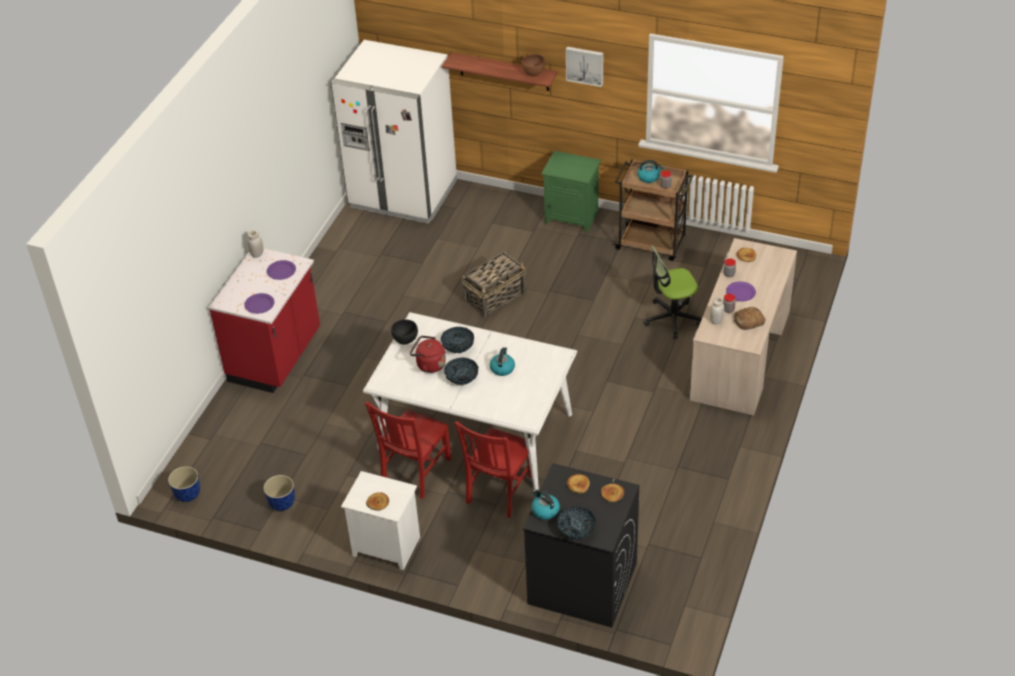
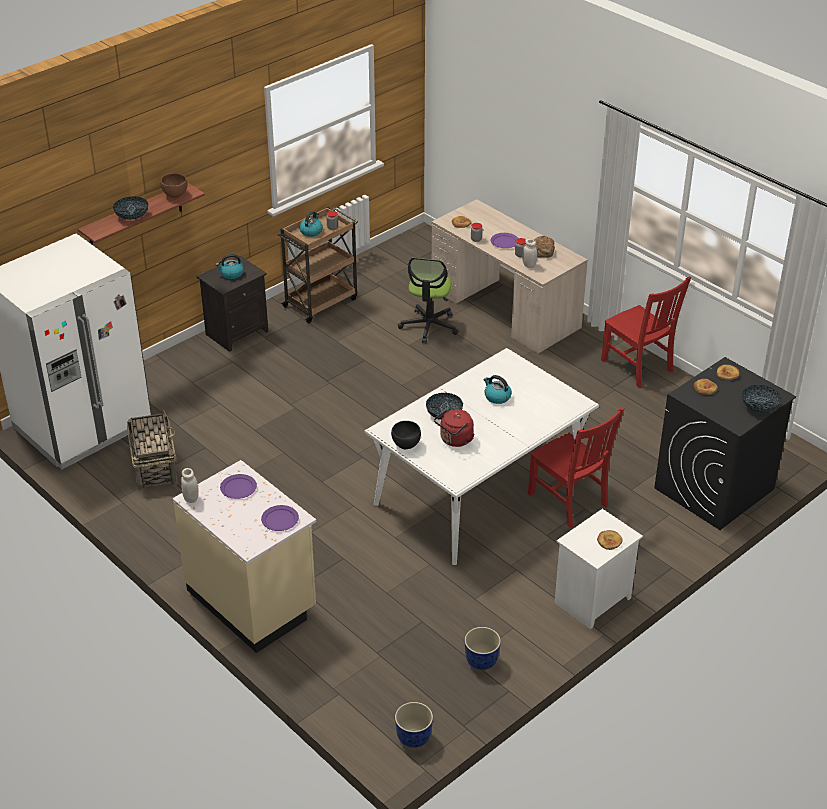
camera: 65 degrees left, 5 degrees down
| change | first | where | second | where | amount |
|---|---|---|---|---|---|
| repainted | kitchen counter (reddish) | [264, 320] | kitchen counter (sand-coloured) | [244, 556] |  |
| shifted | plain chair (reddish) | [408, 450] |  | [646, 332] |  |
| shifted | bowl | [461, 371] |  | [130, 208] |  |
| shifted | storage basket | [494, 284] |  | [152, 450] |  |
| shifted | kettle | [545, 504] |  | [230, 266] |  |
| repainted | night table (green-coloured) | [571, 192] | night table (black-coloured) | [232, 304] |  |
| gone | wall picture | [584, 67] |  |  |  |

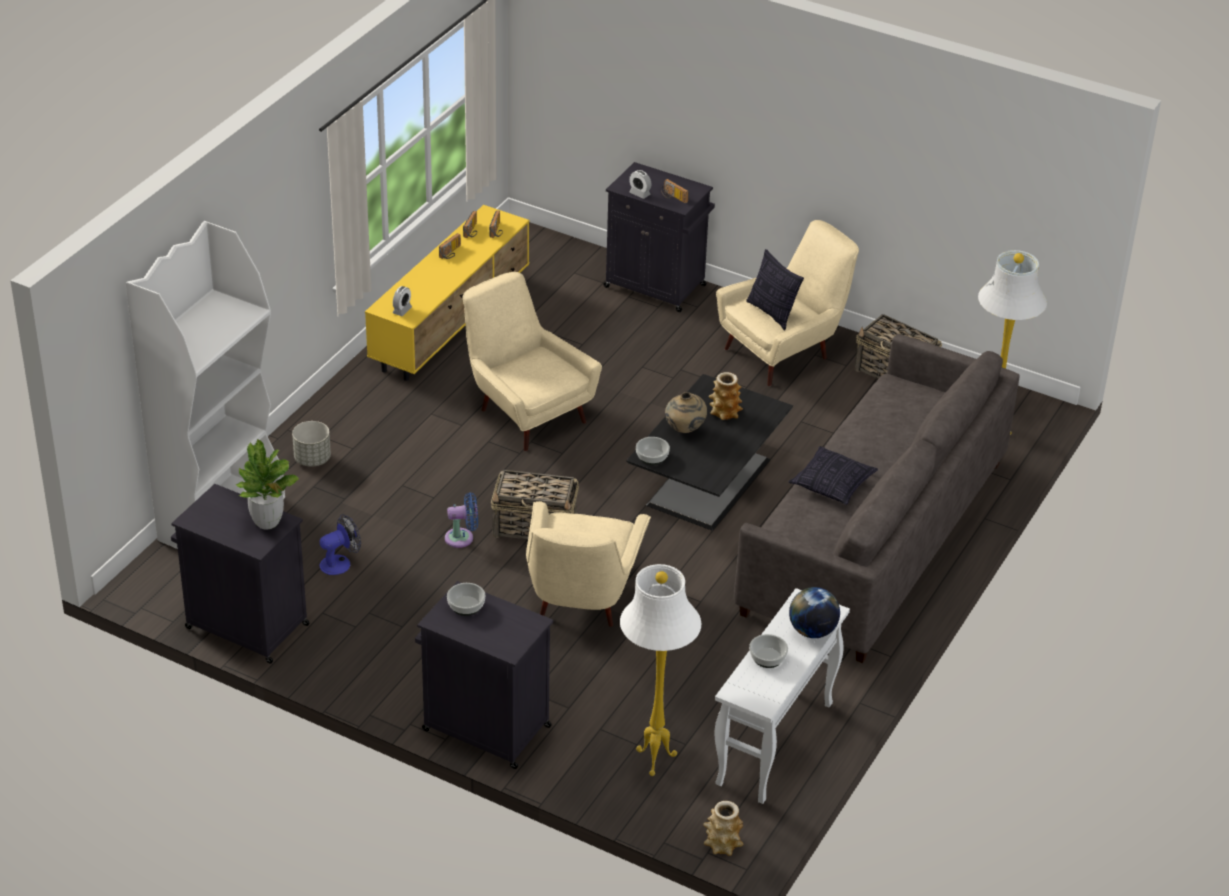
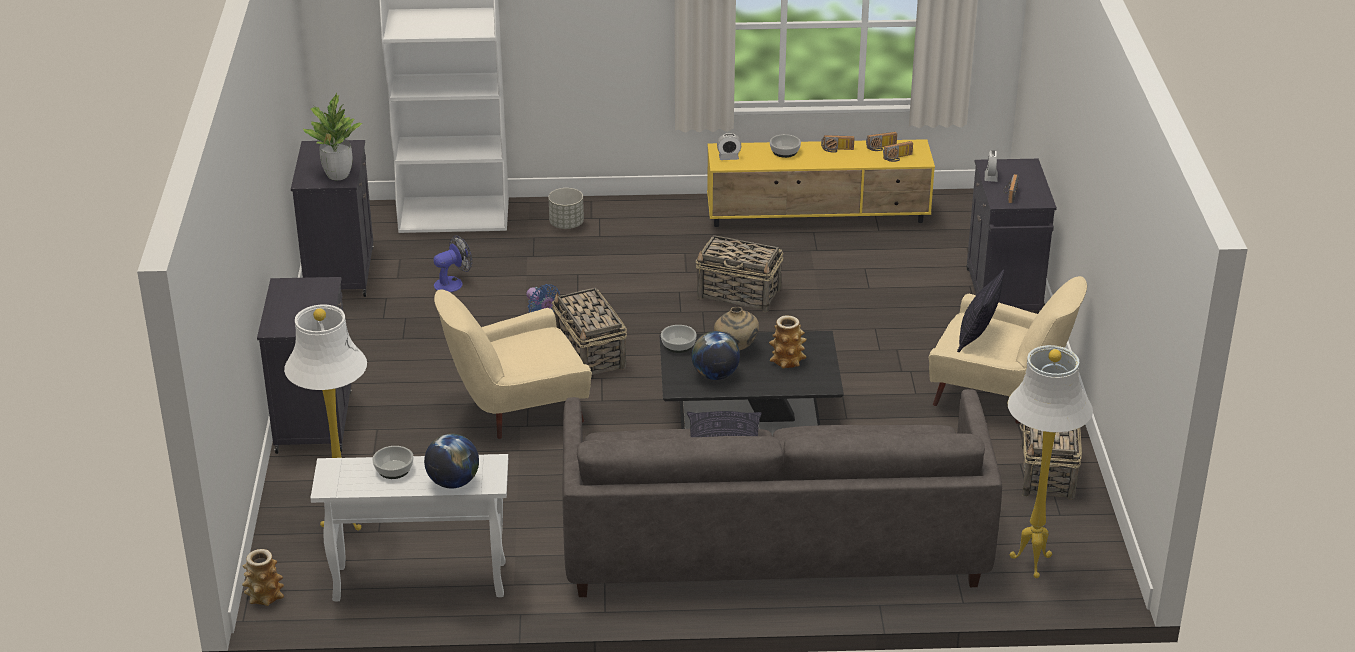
camera: 60 degrees right, 5 degrees down
| change | first | where | second | where | amount |
|---|---|---|---|---|---|
| rotated | fan | [340, 544] |  | [452, 263] | 60 degrees counterclockwise |
| shifted | bowl | [466, 599] |  | [785, 146] |  |
| swapped | lounge chair (sand-coloured) | [532, 361] | storage basket | [739, 273] |  |
| new |  |  | world globe | [715, 355] |  |

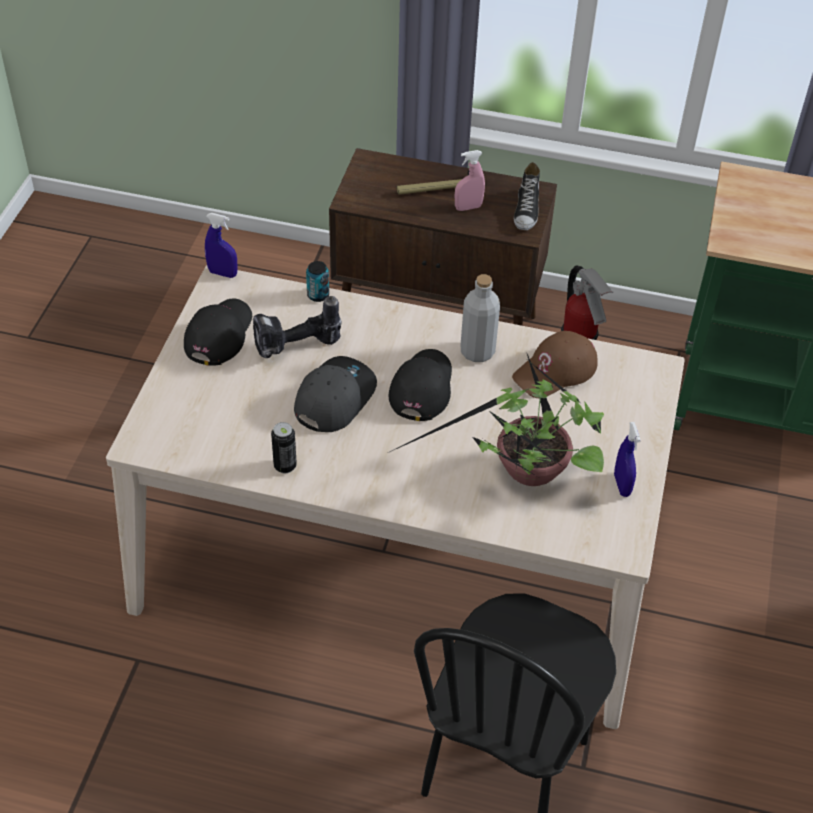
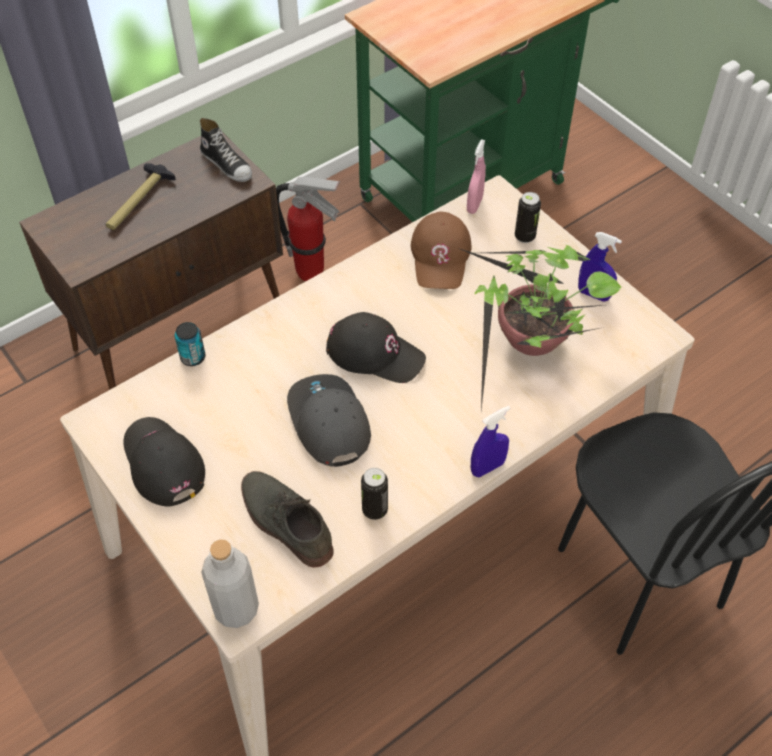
camera: 50 degrees left, 5 degrees up
| change | first | where | second | where | amount |
|---|---|---|---|---|---|
| shifted | sprayer (bluish) | [221, 245] |  | [490, 441] |  |
| gone | electric drill | [297, 327] |  |  |  |
| rotated | peaked cap (black-coloured) | [420, 385] |  | [376, 347] | 150 degrees clockwise |
| shifted | sprayer (pink) | [470, 180] |  | [476, 176] |  |
| shifted | bottle (grey) | [480, 318] |  | [230, 583] |  |
| new |  |  | low shoe (grey) | [287, 519] |  |
| new |  |  | can | [528, 217] |  |

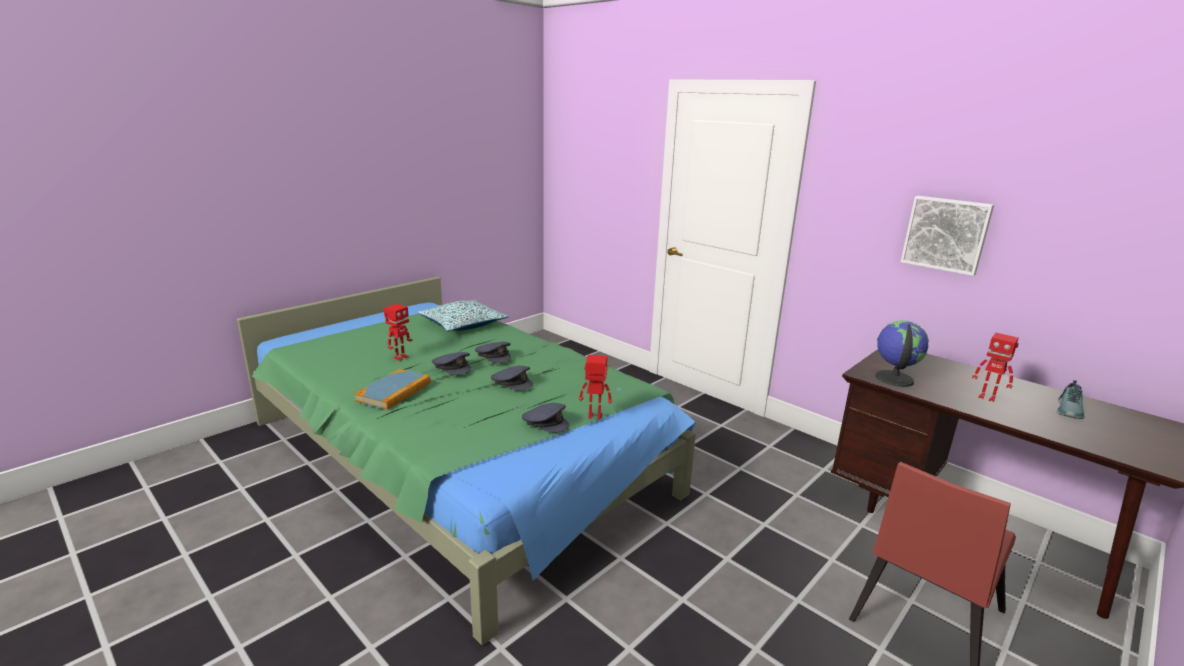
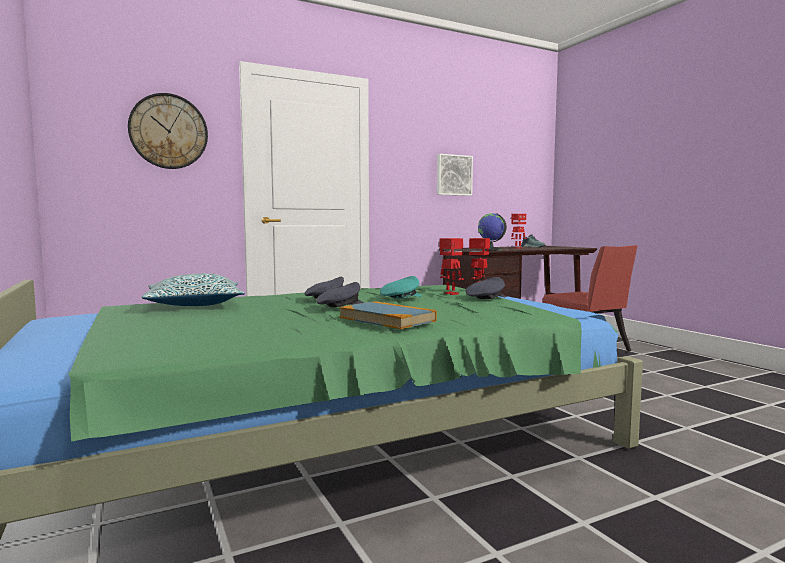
camera: 70 degrees left, 15 degrees down
| change | first | where | second | where | amount |
|---|---|---|---|---|---|
| shifted | robot figure | [398, 332] |  | [451, 266] |  |
| repainted | peaked cap (grey) | [512, 378] | peaked cap (turquoise-coloured) | [401, 287] |  |
| new |  |  | hanging clock | [168, 131] |  |

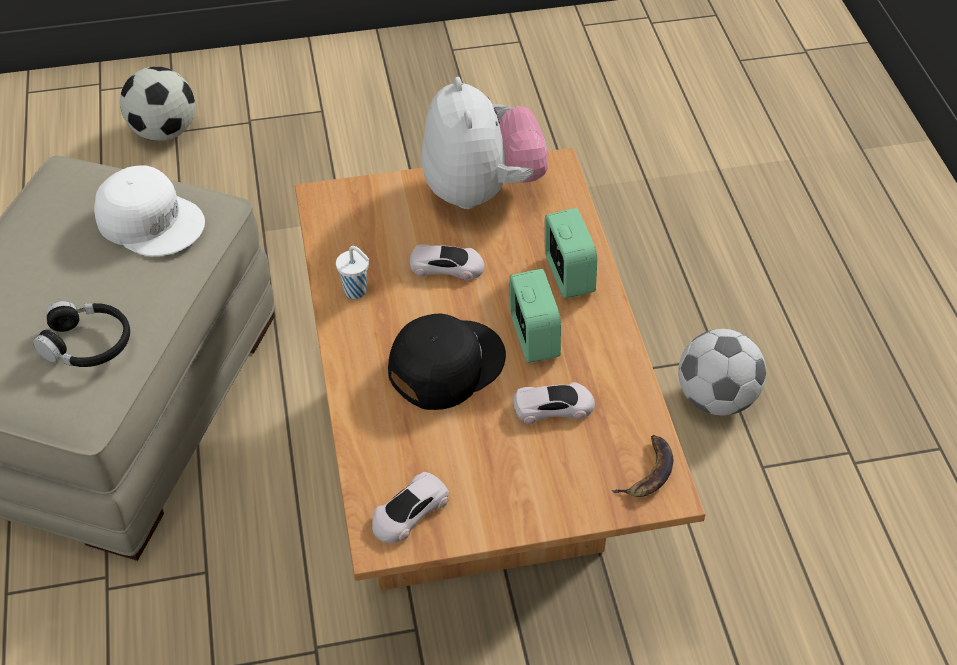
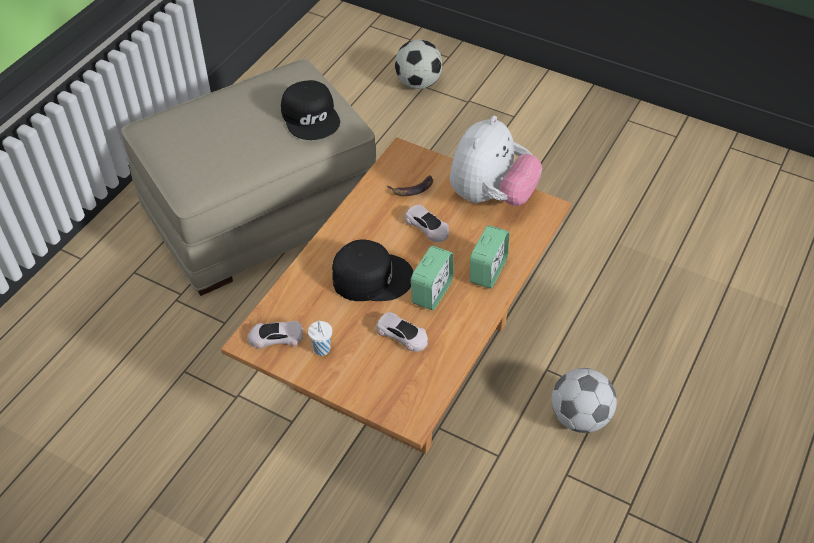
camera: 40 degrees right, 0 degrees up
| change | first | where | second | where | amount |
|---|---|---|---|---|---|
| gone | headset (black-coloured) | [81, 334] |  |  |  |
| repainted | peaked cap (whitish) | [149, 210] | peaked cap (black-coloured) | [310, 110] |  |
| shifted | drinking cup (whitish) | [352, 272] |  | [320, 338] |  |
| shifted | whole banana | [643, 466] |  | [410, 185] |  |

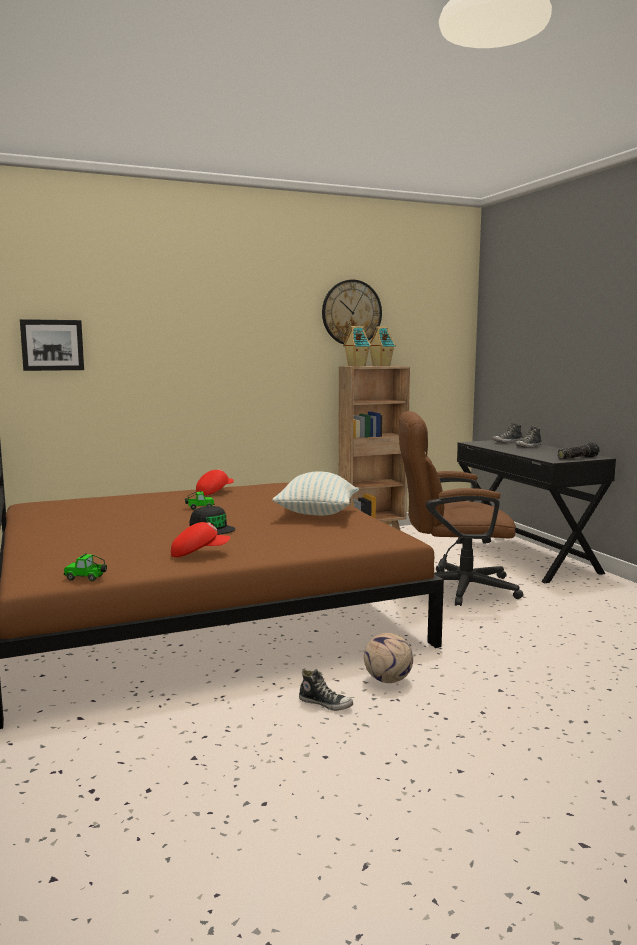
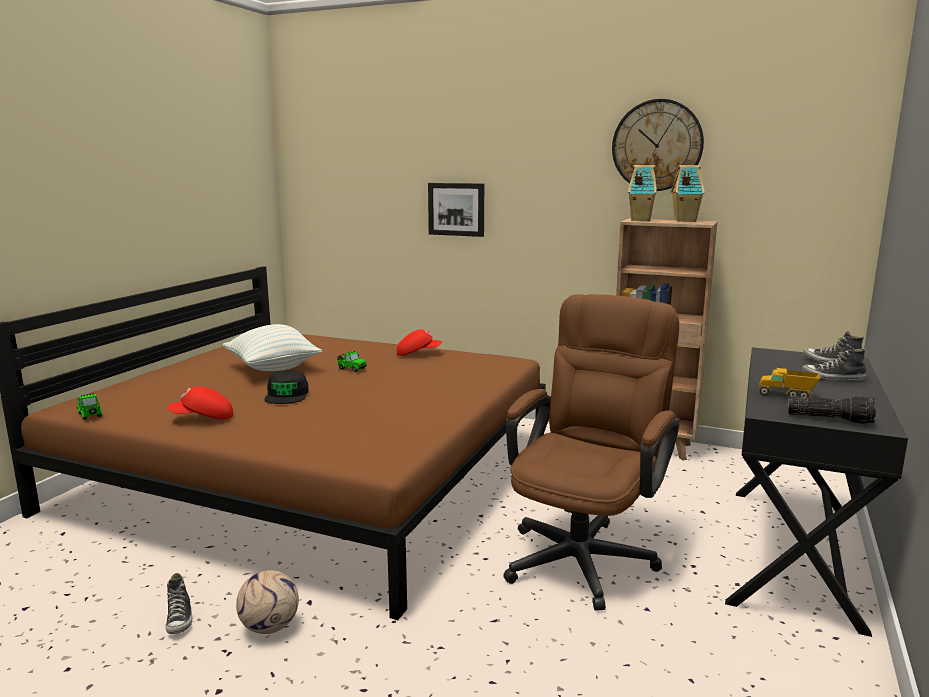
camera: 45 degrees right, 5 degrees up
| change | first | where | second | where | amount |
|---|---|---|---|---|---|
| shifted | wall picture | [52, 345] |  | [456, 210] |  |
| rotated | peaked cap (reddish) | [200, 539] |  | [200, 402] | 135 degrees clockwise |
| shifted | cushion | [315, 493] |  | [272, 347] |  |
| rotated | computer chair (brownish) | [461, 508] |  | [591, 452] | 75 degrees clockwise |
| new |  |  | model truck | [789, 383] |  |

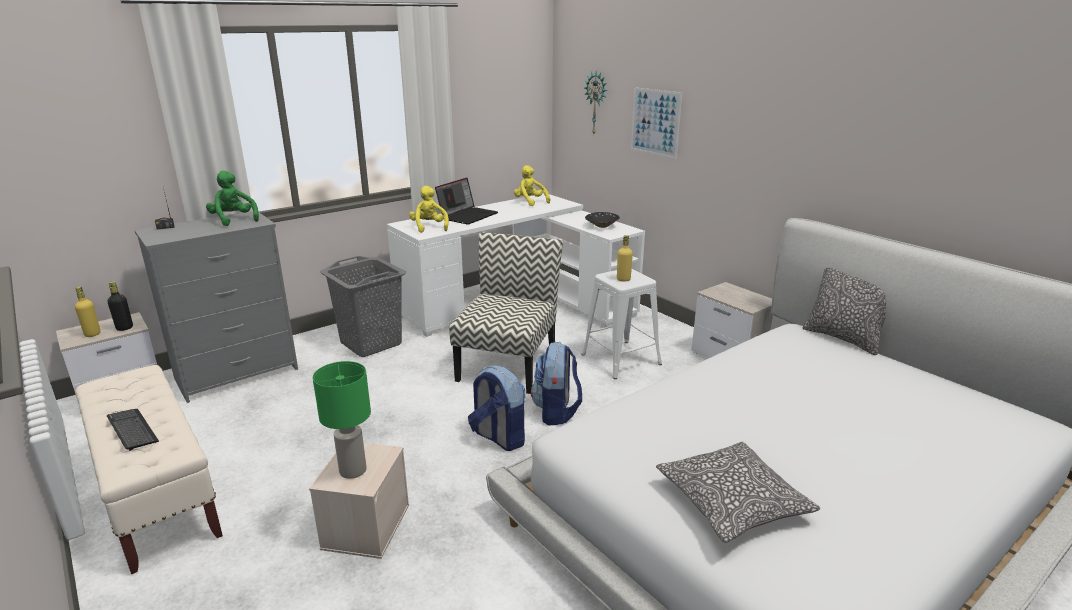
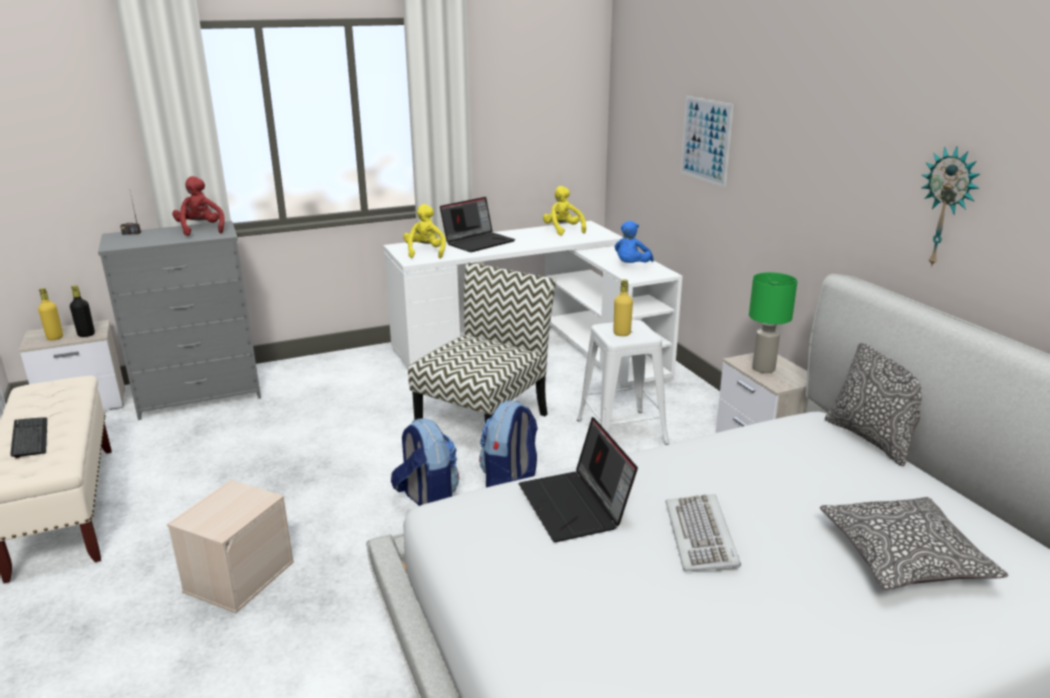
camera: 15 degrees right, 0 degrees up
| change | first | where | second | where | amount |
|---|---|---|---|---|---|
| repainted | soft toy (green-coloured) | [232, 198] | soft toy (reddish) | [198, 206] |  |
| shifted | table lamp (green-coloured) | [342, 420] |  | [773, 322] |  |
| gone | washing basket (grey) | [363, 306] |  |  |  |
| shifted | hanging clock | [595, 103] |  | [951, 207] |  |
| swapped | bowl (black-coloured) | [602, 220] | soft toy (bluish) | [634, 242] |  |
| shifted | cushion | [738, 492] |  | [914, 543] |  |
| new |  |  | notebook computer | [578, 479] |  |
| new |  |  | computer keyboard | [703, 533] |  |

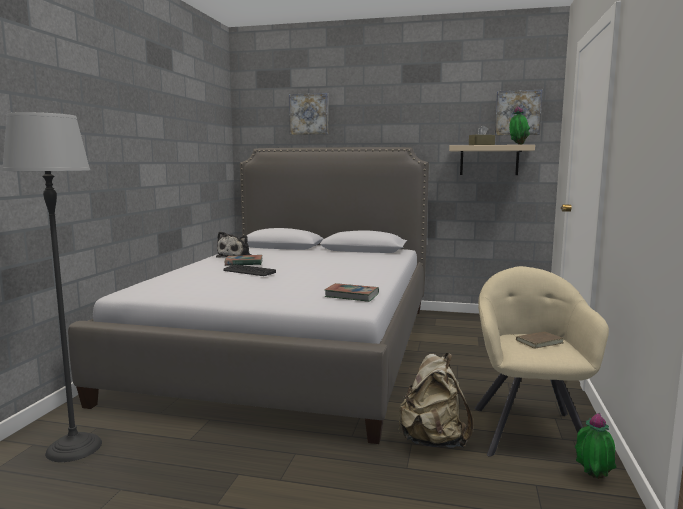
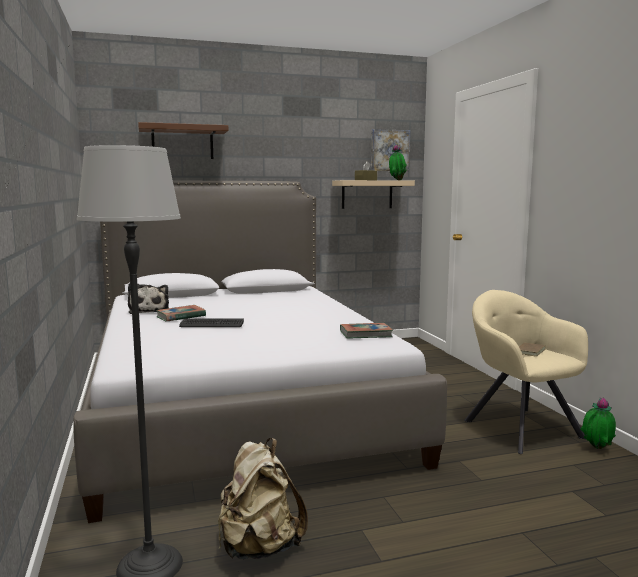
camera: 30 degrees left, 0 degrees up
| change | first | where | second | where | amount |
|---|---|---|---|---|---|
| swapped | wall picture | [308, 114] | bracket shelf (brownish) | [183, 140] |  |
| shifted | knapsack (sand-coloured) | [435, 400] |  | [263, 498] |  |

